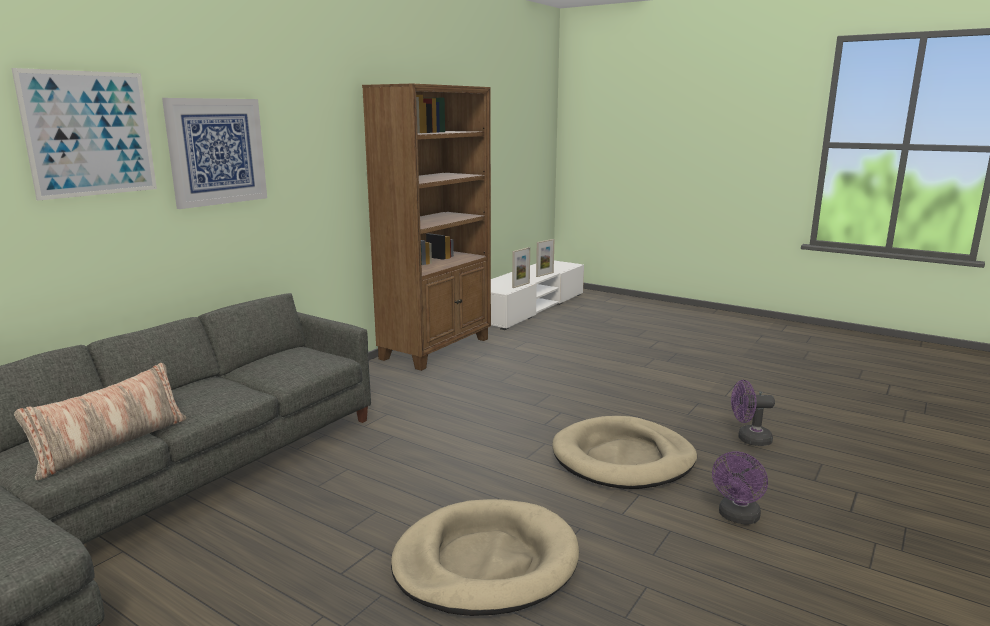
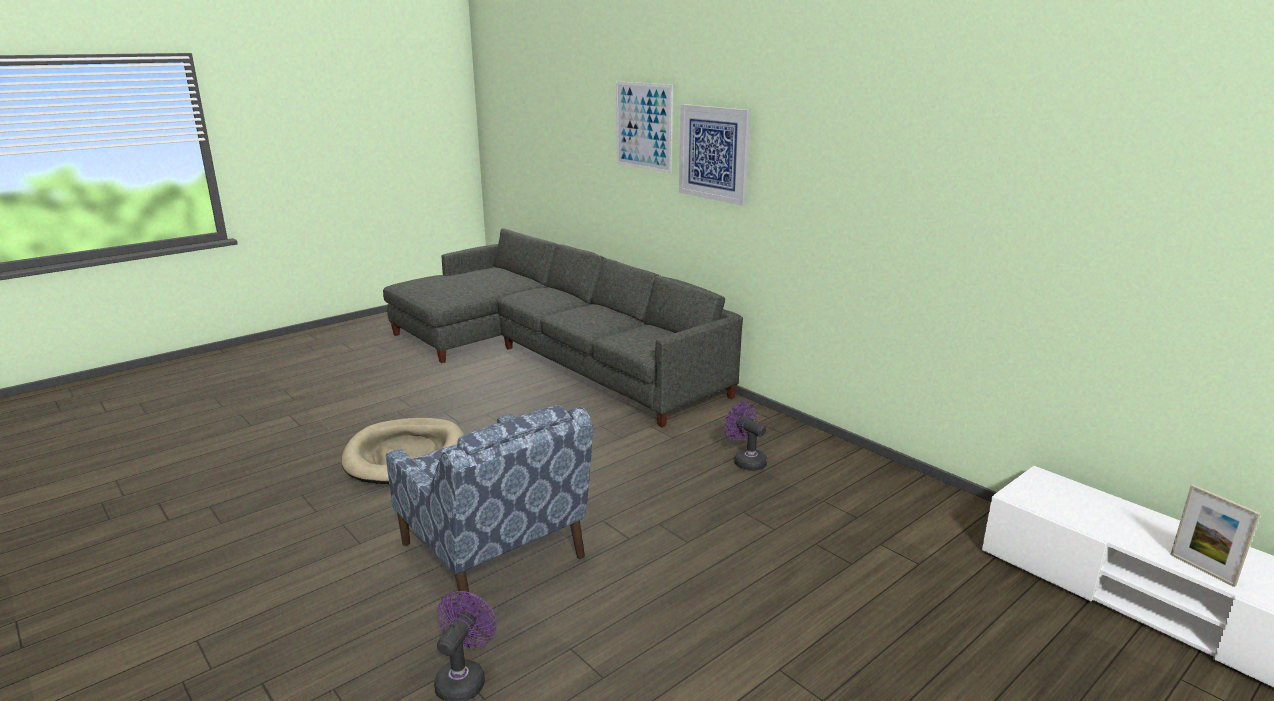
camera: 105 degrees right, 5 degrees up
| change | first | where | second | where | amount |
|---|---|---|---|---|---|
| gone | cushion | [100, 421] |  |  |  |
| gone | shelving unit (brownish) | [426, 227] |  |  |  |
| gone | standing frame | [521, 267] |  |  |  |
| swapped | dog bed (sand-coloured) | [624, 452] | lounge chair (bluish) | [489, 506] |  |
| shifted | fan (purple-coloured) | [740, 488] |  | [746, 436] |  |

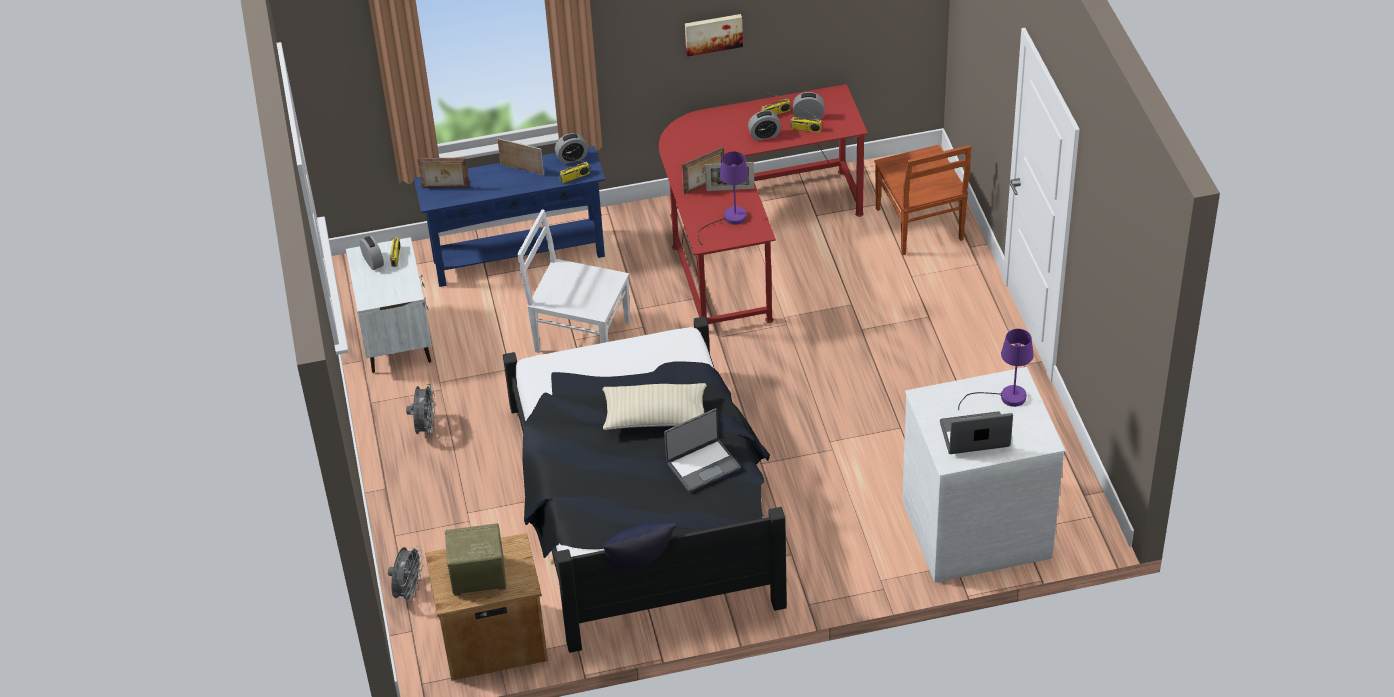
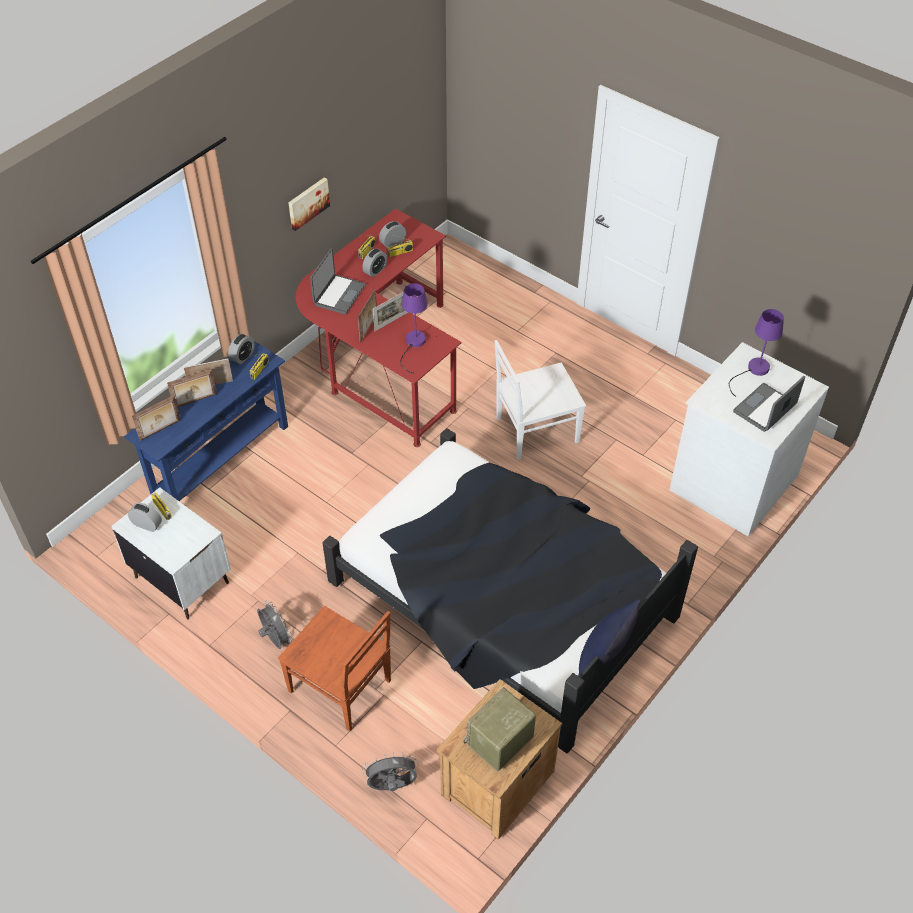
camera: 40 degrees left, 5 degrees up
| change | first | where | second | where | amount |
|---|---|---|---|---|---|
| rotated | fan (grey) | [405, 574] |  | [390, 772] | 75 degrees counterclockwise |
| shifted | plain chair (whitish) | [573, 281] |  | [540, 400] |  |
| gone | cushion (sand-coloured) | [655, 406] |  |  |  |
| shifted | notebook computer | [702, 450] |  | [338, 281] |  |
| shifted | plain chair (brownish) | [922, 200] |  | [334, 668] |  |
| new |  |  | standing frame | [192, 388] |  |

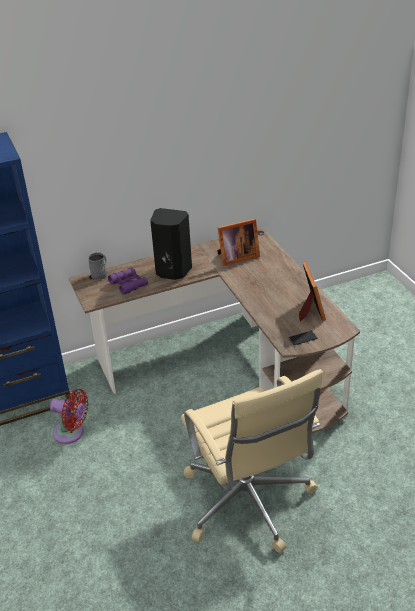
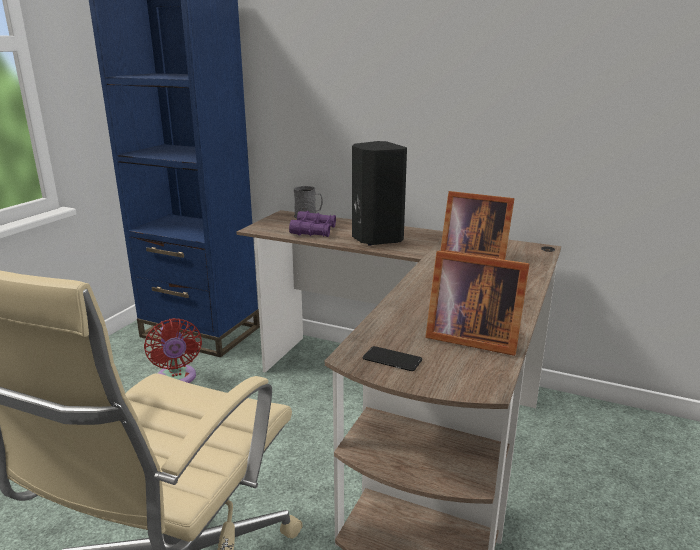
camera: 45 degrees right, 15 degrees down
| change | first | where | second | where | amount |
|---|---|---|---|---|---|
| rotated | standing frame | [312, 292] |  | [477, 303] | 75 degrees clockwise |

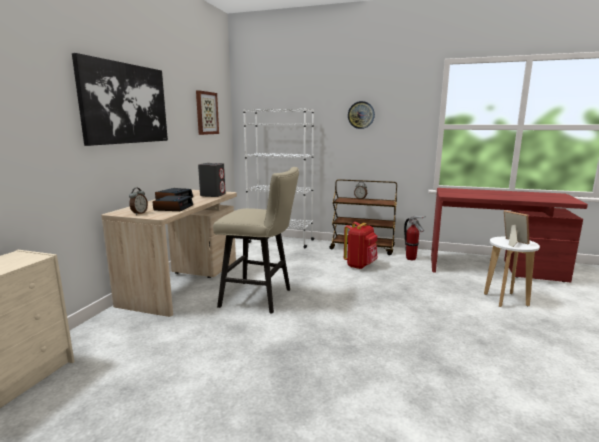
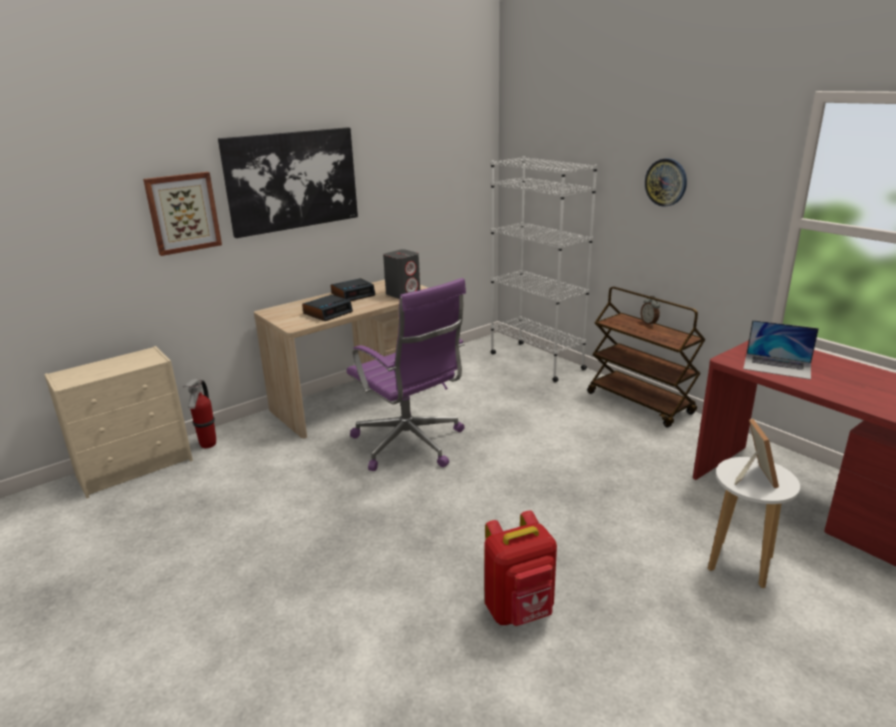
camera: 35 degrees right, 10 degrees up
| change | first | where | second | where | amount |
|---|---|---|---|---|---|
| gone | table clock | [138, 201] |  |  |  |
| shifted | wall picture | [207, 112] |  | [182, 214] |  |
| swapped | stool seat (sand-coloured) | [256, 240] | computer chair (purple-coloured) | [406, 374] |  |
| shifted | knapsack (reddish) | [360, 245] |  | [520, 568] |  |
| shifted | fire extinguisher | [415, 238] |  | [199, 413] |  |
| new |  |  | notebook computer | [781, 350] |  |

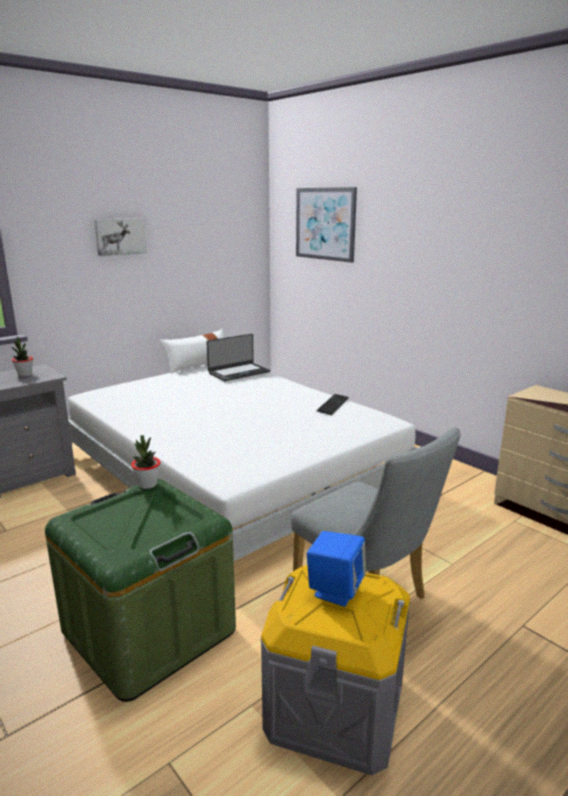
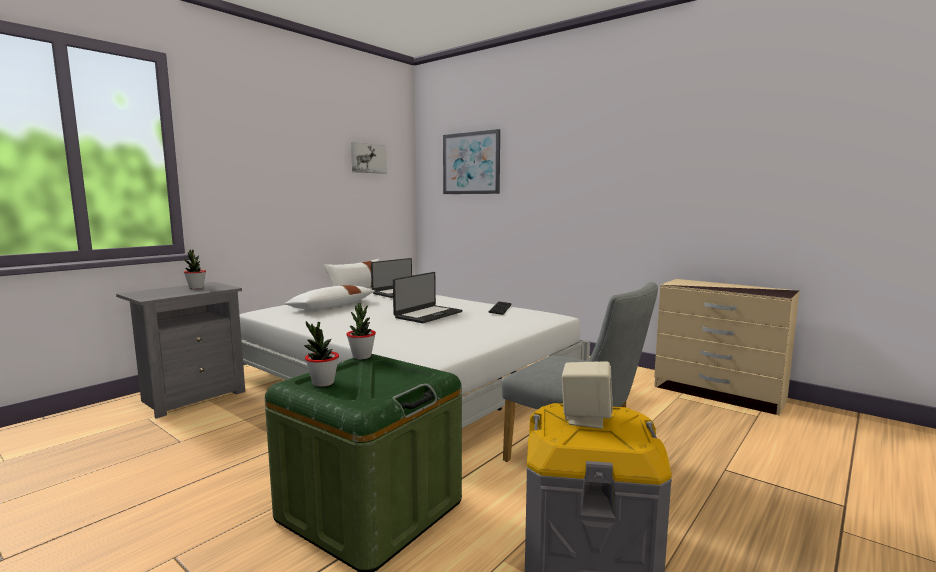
camera: 10 degrees left, 10 degrees down
| change | first | where | second | where | amount |
|---|---|---|---|---|---|
| shifted | wall picture | [120, 237] |  | [369, 158] |  |
| repainted | loudspeaker (bluish) | [336, 569] | loudspeaker (sand-coloured) | [587, 395] |  |
| new |  |  | cushion (whitish) | [329, 297] |  |
| new |  |  | potted plant | [321, 354] |  |
| new |  |  | notebook computer | [427, 297] |  |

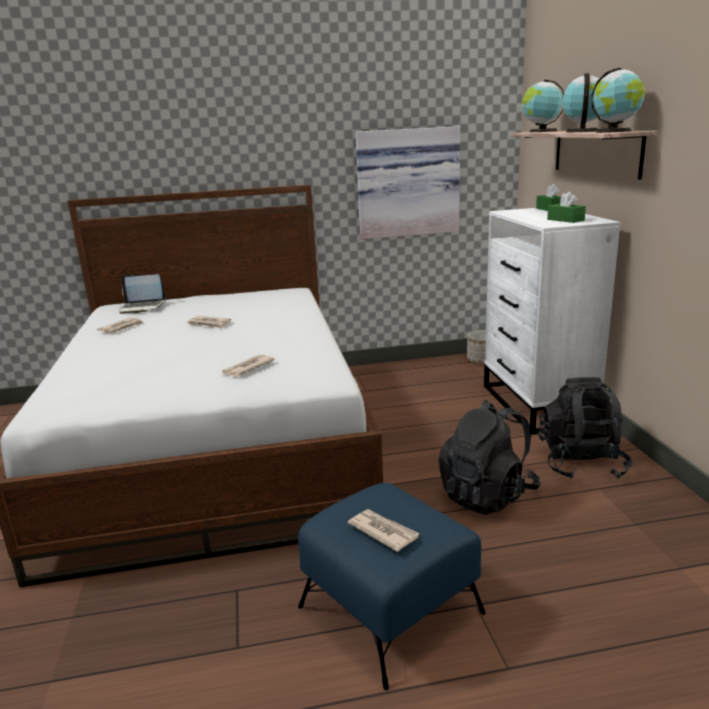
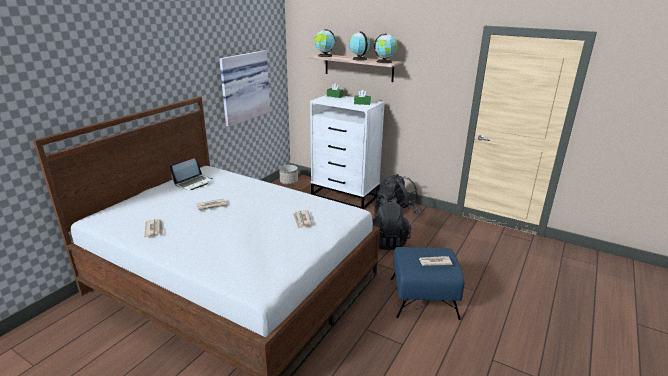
camera: 50 degrees left, 5 degrees up
| change | first | where | second | where | amount |
|---|---|---|---|---|---|
| shifted | notebook computer | [142, 294] |  | [191, 174] |  |

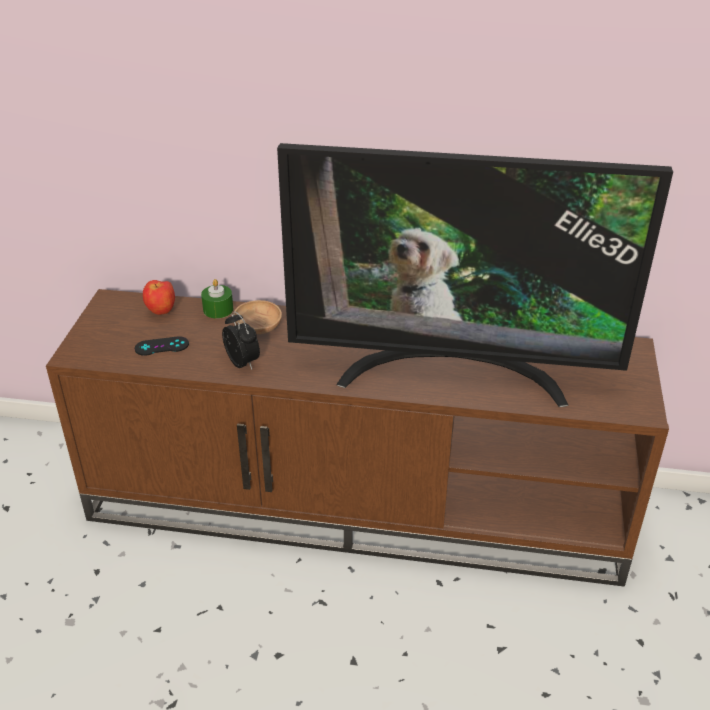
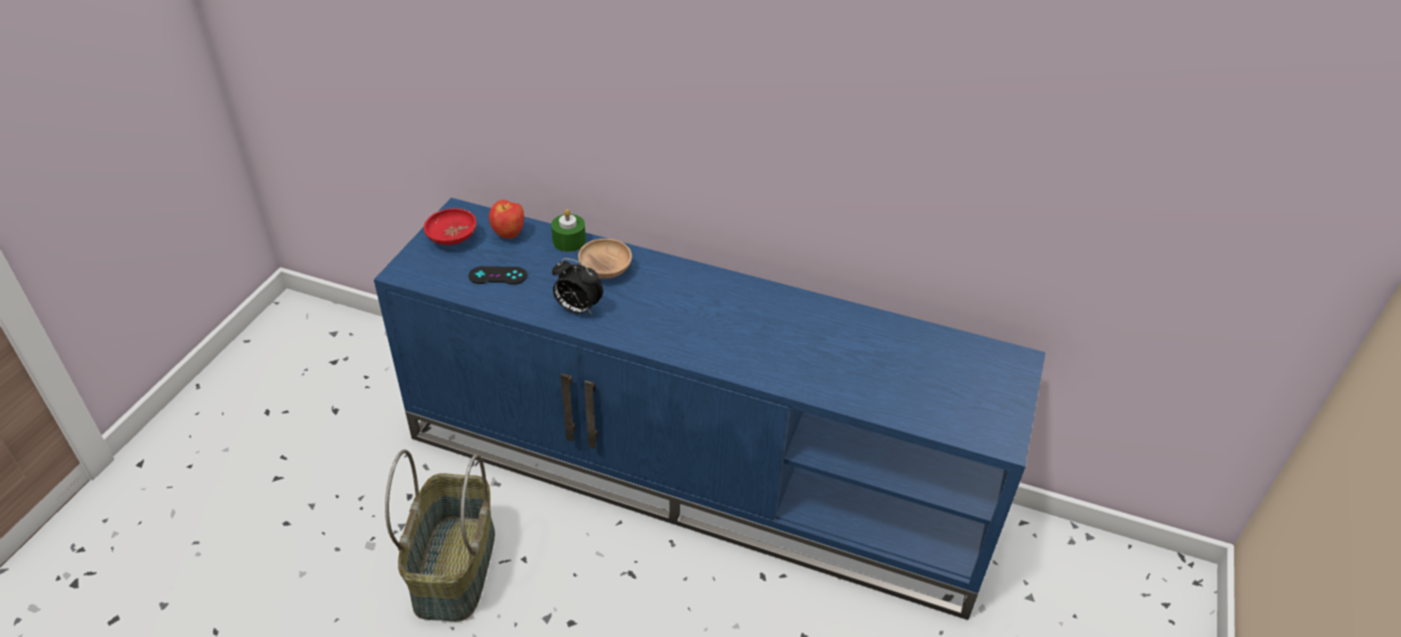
camera: 10 degrees right, 5 degrees up
| change | first | where | second | where | amount |
|---|---|---|---|---|---|
| repainted | tv unit (brownish) | [357, 437] | tv unit (bluish) | [710, 409] |  |
| rotated | table clock | [241, 340] |  | [577, 286] | 135 degrees clockwise |
| gone | TV | [475, 275] |  |  |  |
| new |  |  | storage basket | [440, 536] |  |
| new |  |  | bowl (reddish) | [450, 226] |  |

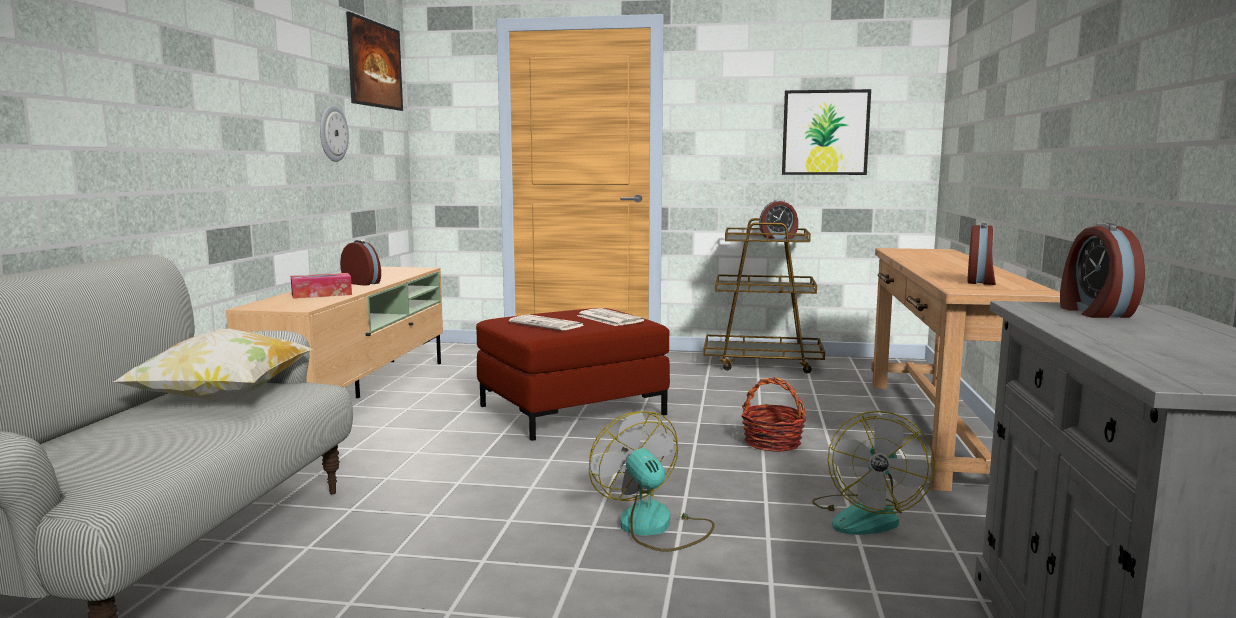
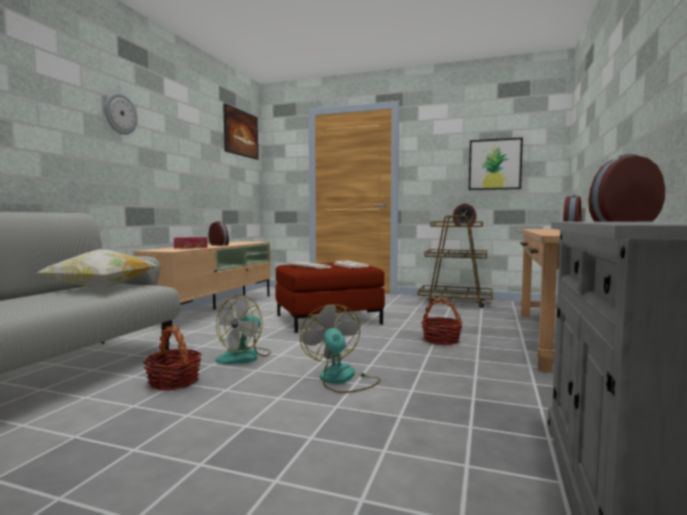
camera: 10 degrees right, 5 degrees down
| change | first | where | second | where | amount |
|---|---|---|---|---|---|
| shifted | hanging clock | [334, 133] |  | [121, 114] |  |
| shifted | fan | [873, 473] |  | [243, 329] |  |
| rotated | table clock | [1102, 270] |  | [626, 188] | 75 degrees clockwise |
| new |  |  | storage basket | [172, 358] |  |

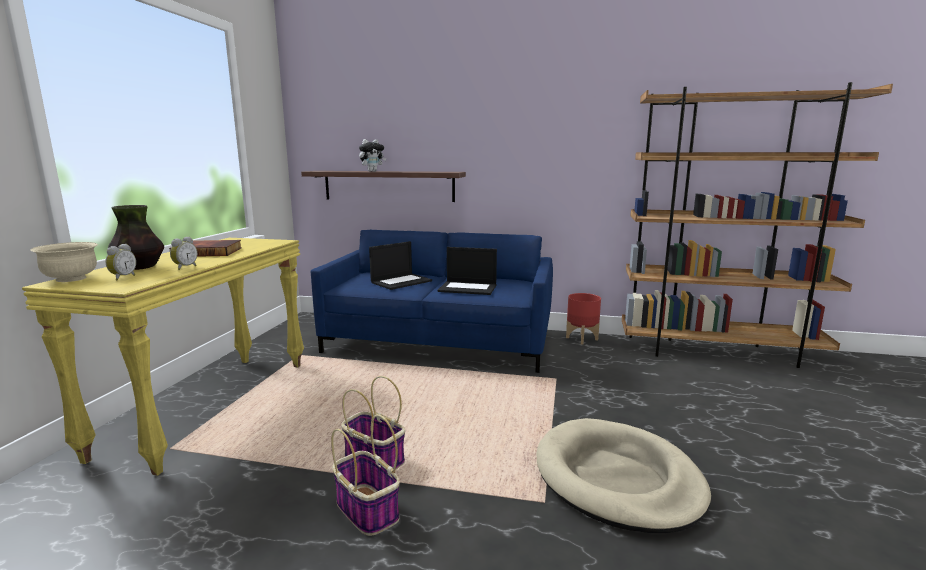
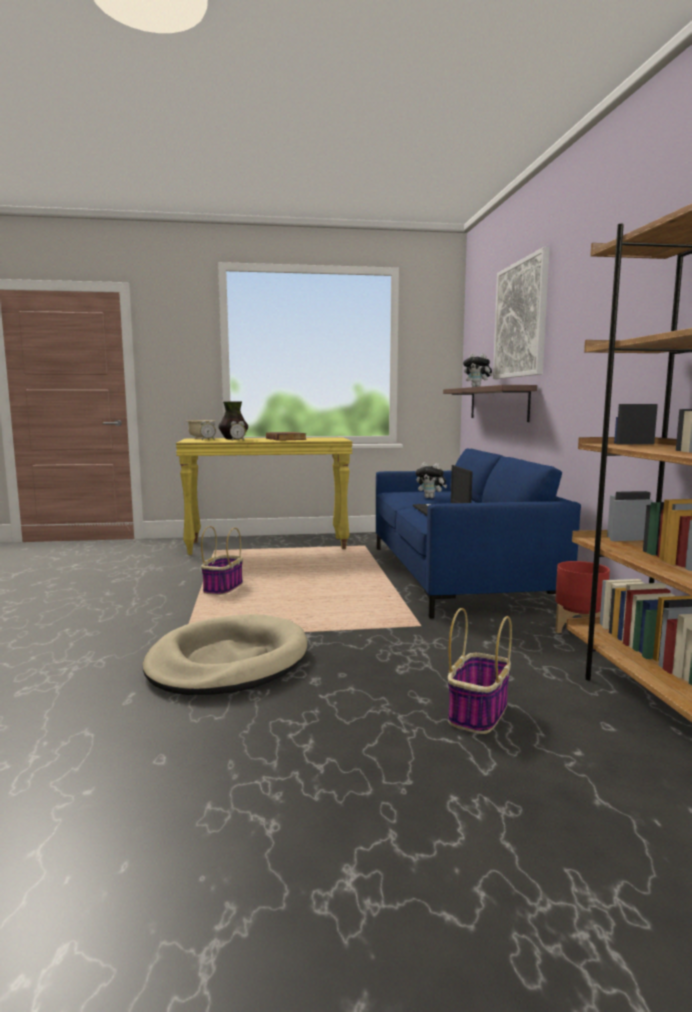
camera: 70 degrees right, 5 degrees down
| change | first | where | second | where | amount |
|---|---|---|---|---|---|
| shifted | storage basket | [365, 475] |  | [480, 671] |  |
| swapped | notebook computer | [400, 265] | soft toy | [431, 480] |  |
| new |  |  | wall picture | [521, 313] |  |

